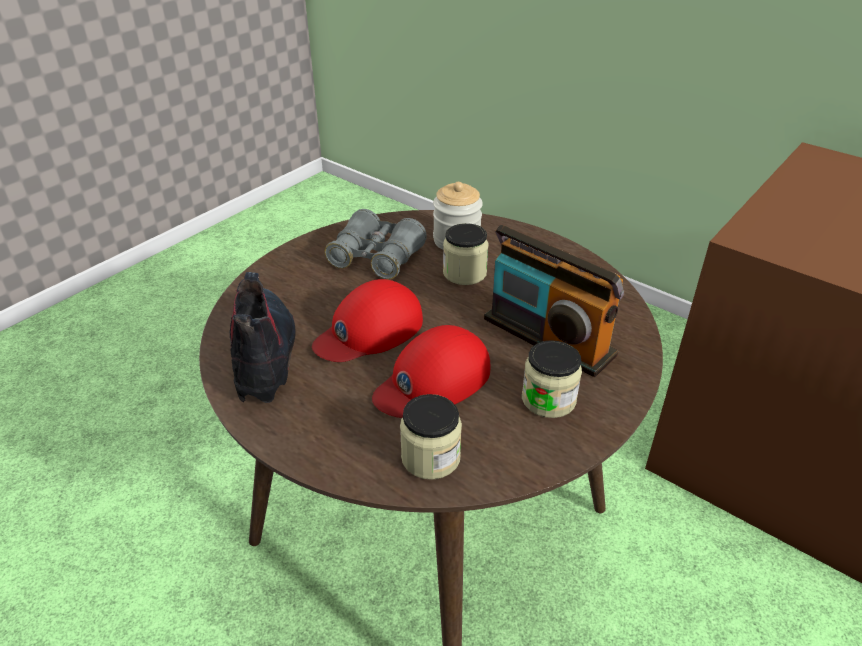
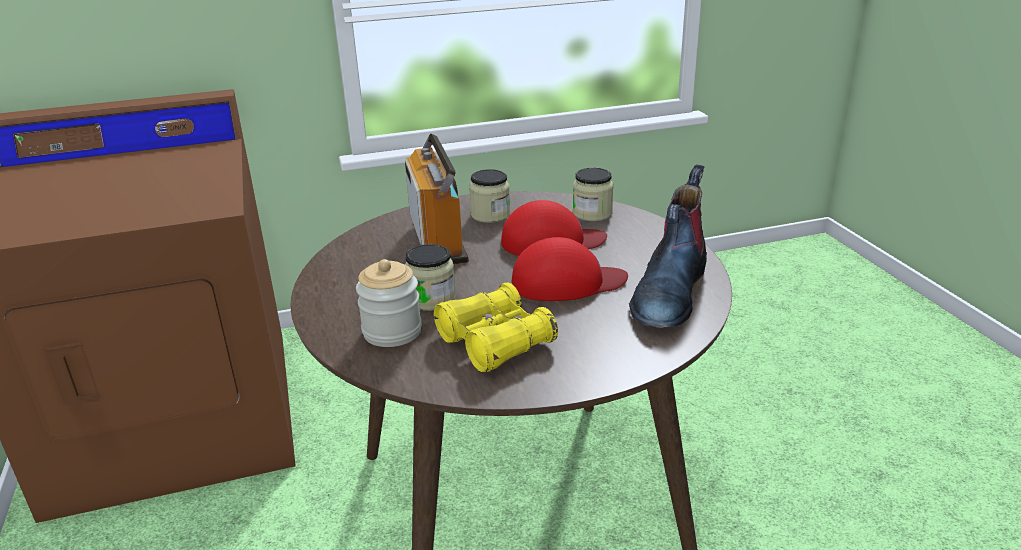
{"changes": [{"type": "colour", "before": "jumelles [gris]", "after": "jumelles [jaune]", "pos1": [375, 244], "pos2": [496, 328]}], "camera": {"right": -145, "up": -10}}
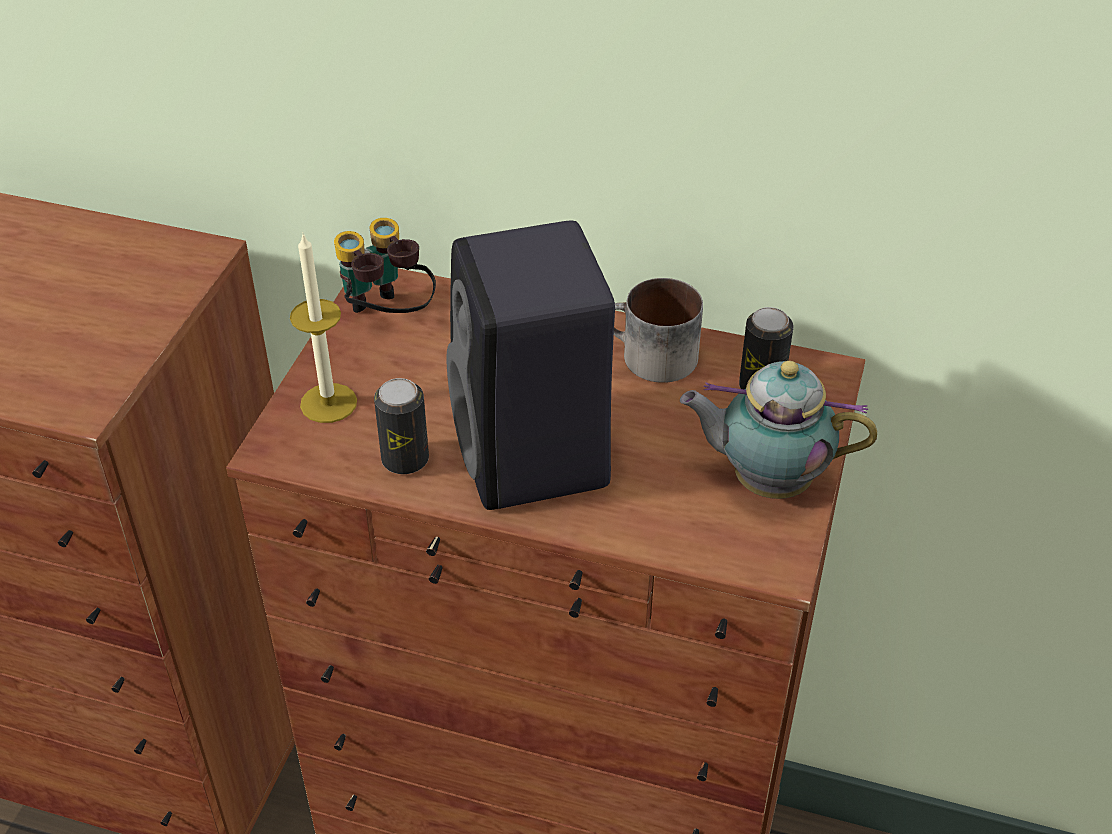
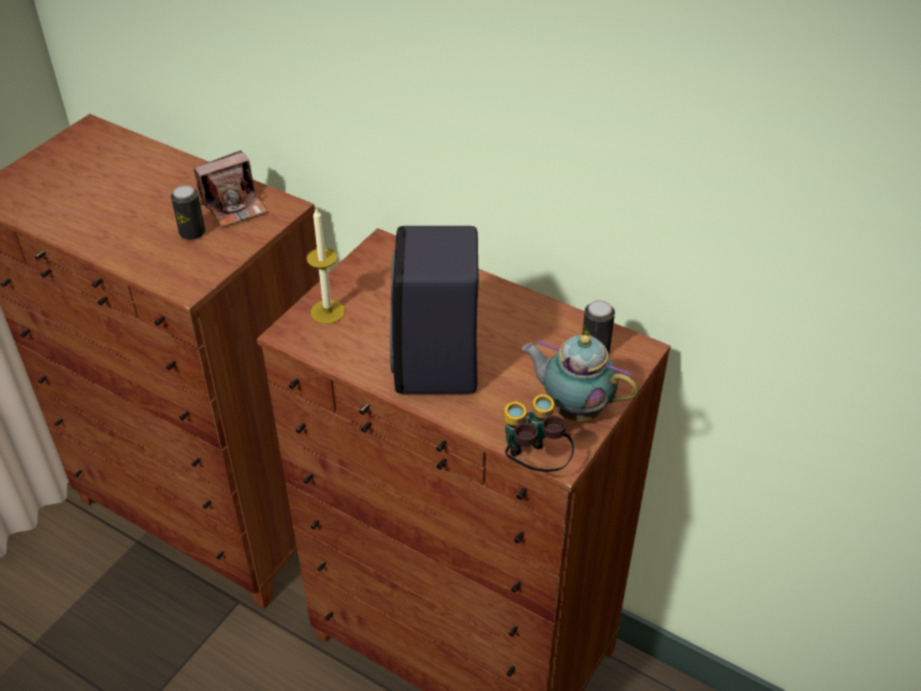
{"changes": [{"type": "relocated", "before": "jumelles", "pos1": [385, 265], "pos2": [540, 433]}, {"type": "missing", "before": "mug", "pos1": [658, 330]}, {"type": "relocated", "before": "boîte métallique", "pos1": [401, 426], "pos2": [188, 212]}, {"type": "appeared", "after": "appareil photo", "pos2": [231, 188]}], "camera": {"right": 15, "up": 0}}
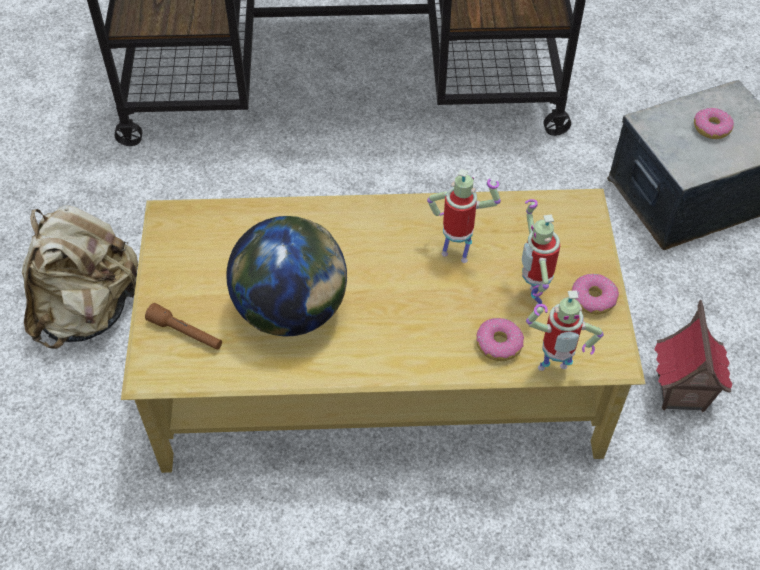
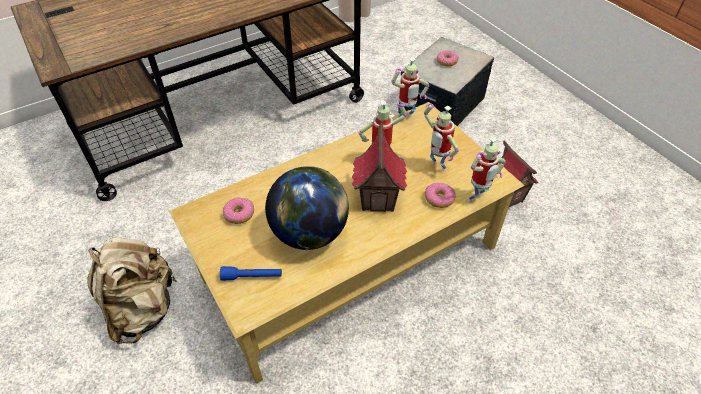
{"changes": [{"type": "relocated", "before": "beignet", "pos1": [595, 294], "pos2": [238, 210]}, {"type": "colour", "before": "lampe de poche [marron]", "after": "lampe de poche [bleu]", "pos1": [183, 326], "pos2": [251, 273]}, {"type": "appeared", "after": "robot jouet", "pos2": [410, 87]}, {"type": "appeared", "after": "maison miniature", "pos2": [379, 167]}], "camera": {"right": -30, "up": -5}}
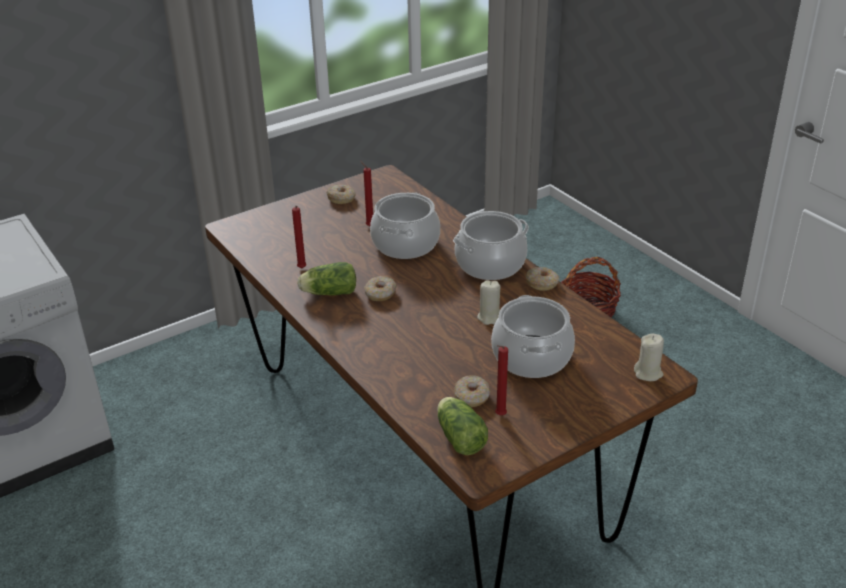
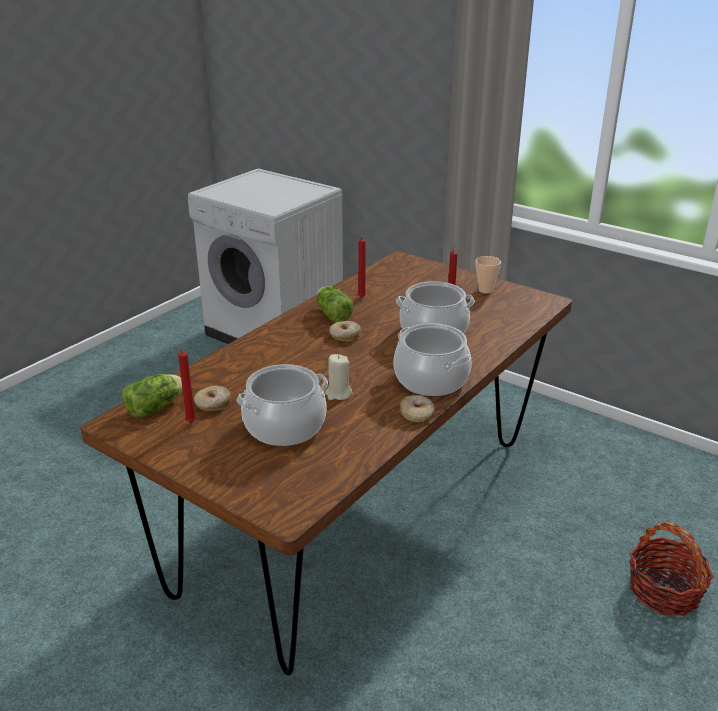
{"changes": [{"type": "exchanged", "before": "beignet", "after": "tasse", "pos1": [341, 194], "pos2": [488, 275]}, {"type": "missing", "before": "bougie [beige]", "pos1": [649, 357]}], "camera": {"right": 70, "up": -5}}
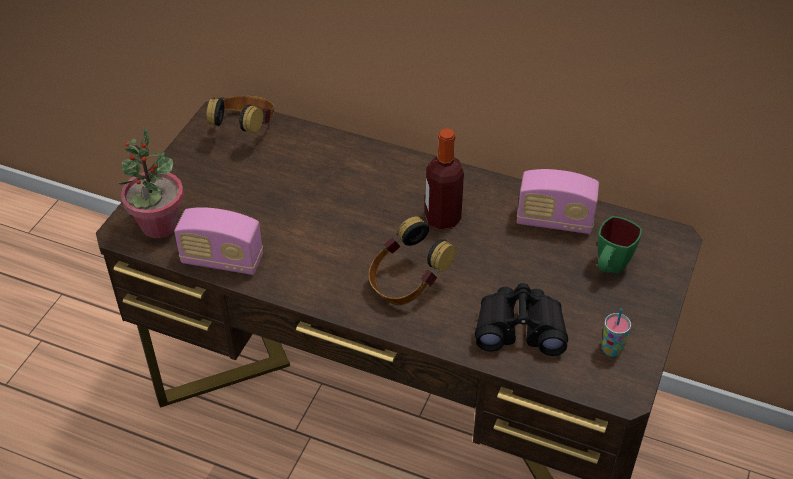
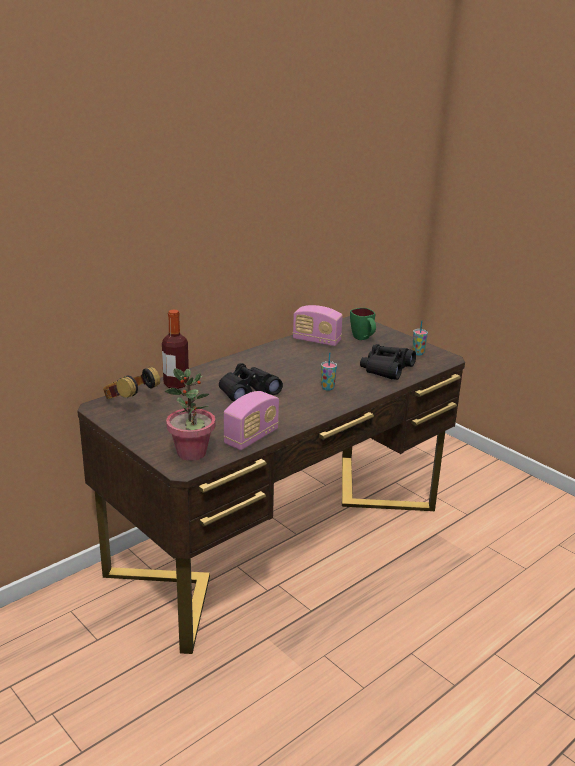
{"changes": [{"type": "relocated", "before": "bouteille", "pos1": [444, 179], "pos2": [175, 349]}, {"type": "spun", "before": "radio", "pos1": [558, 201], "pos2": [318, 325], "turn": 75}, {"type": "exchanged", "before": "casque audio", "after": "tasse", "pos1": [412, 260], "pos2": [329, 371]}, {"type": "appeared", "after": "jumelles [noir]", "pos2": [251, 382]}], "camera": {"right": -65, "up": -20}}
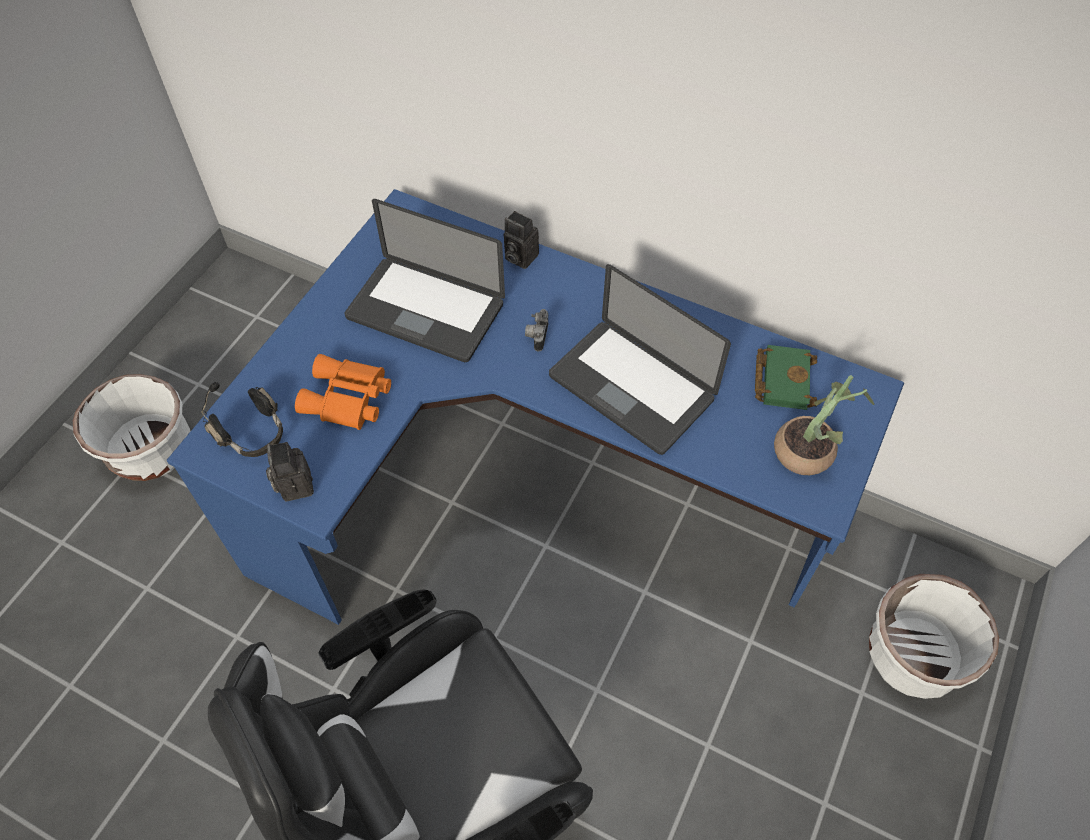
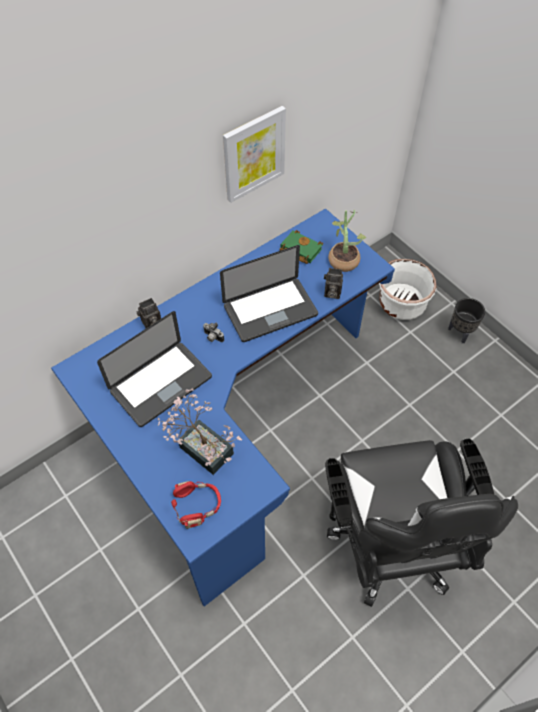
{"changes": [{"type": "exchanged", "before": "jumelles [orange]", "after": "plante en pot", "pos1": [343, 392], "pos2": [200, 432]}, {"type": "missing", "before": "cache-pot [blanc]", "pos1": [132, 427]}, {"type": "colour", "before": "casque audio [noir]", "after": "casque audio [rouge]", "pos1": [242, 419], "pos2": [196, 505]}, {"type": "relocated", "before": "appareil photo", "pos1": [290, 471], "pos2": [333, 283]}, {"type": "appeared", "after": "tableau", "pos2": [254, 154]}, {"type": "appeared", "after": "cache-pot [noir]", "pos2": [466, 320]}], "camera": {"right": -65, "up": 0}}
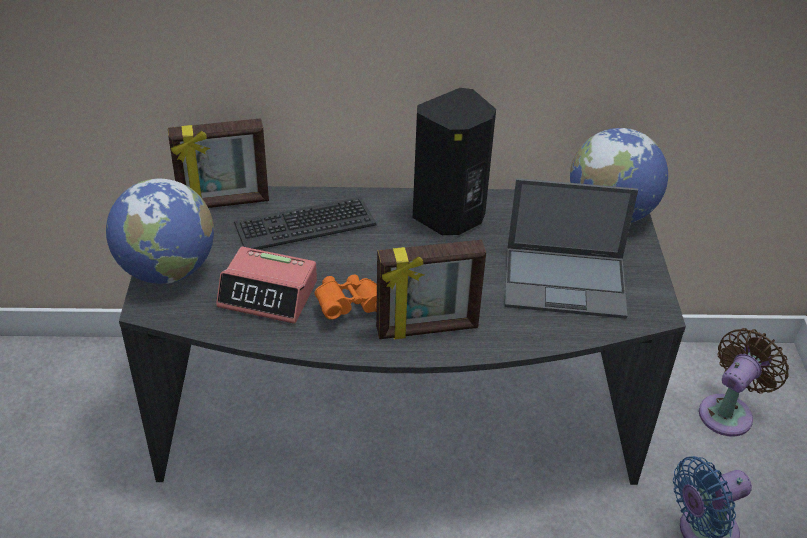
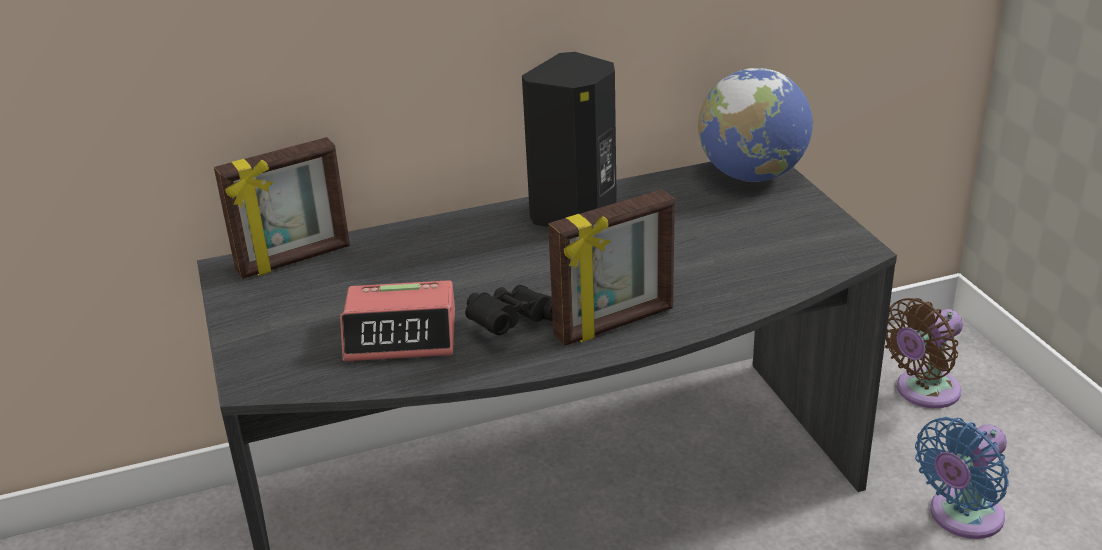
{"changes": [{"type": "missing", "before": "ordinateur portable", "pos1": [571, 248]}, {"type": "missing", "before": "globe", "pos1": [160, 231]}, {"type": "missing", "before": "clavier", "pos1": [305, 223]}, {"type": "colour", "before": "jumelles [orange]", "after": "jumelles [noir]", "pos1": [346, 297], "pos2": [509, 310]}, {"type": "spun", "before": "ventilateur [marron]", "pos1": [744, 382], "pos2": [924, 353], "turn": -150}], "camera": {"right": -15, "up": -10}}
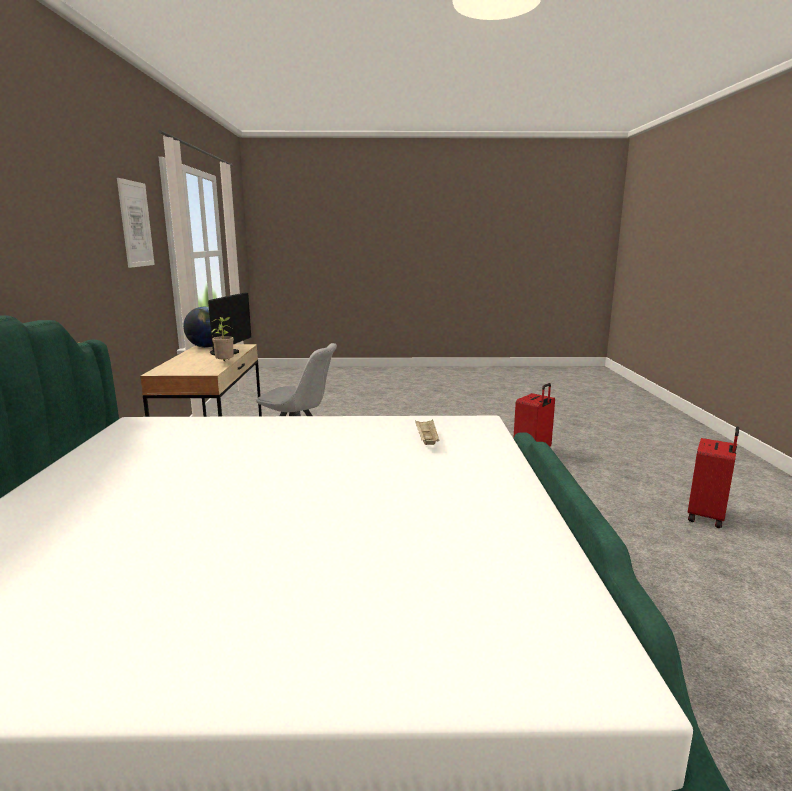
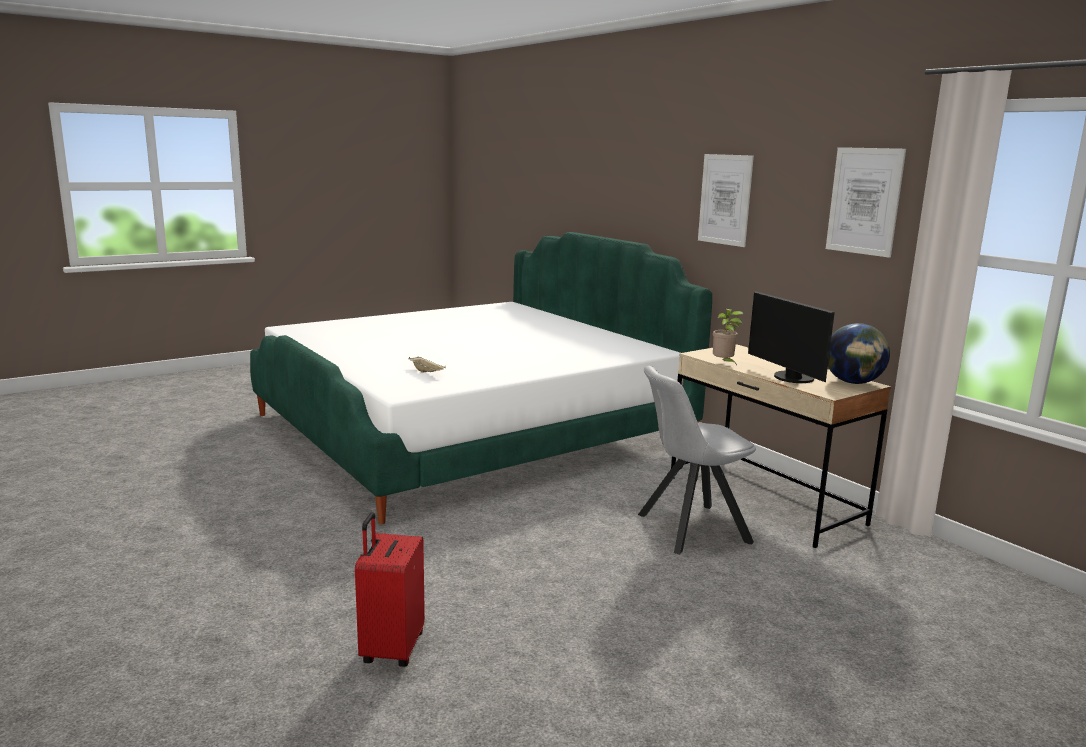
{"changes": [{"type": "missing", "before": "valise [rouge]", "pos1": [713, 477]}, {"type": "appeared", "after": "tableau", "pos2": [726, 200]}], "camera": {"right": 145, "up": 0}}
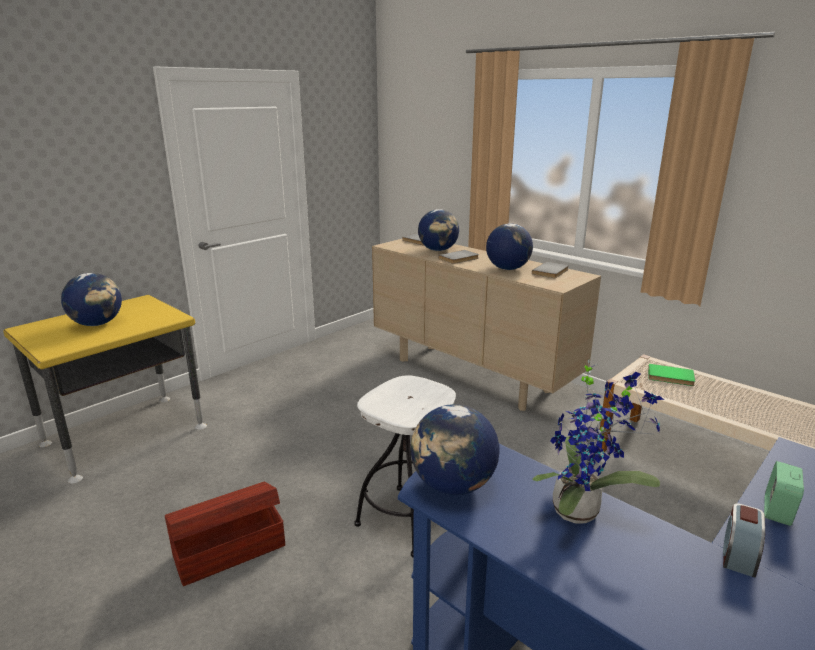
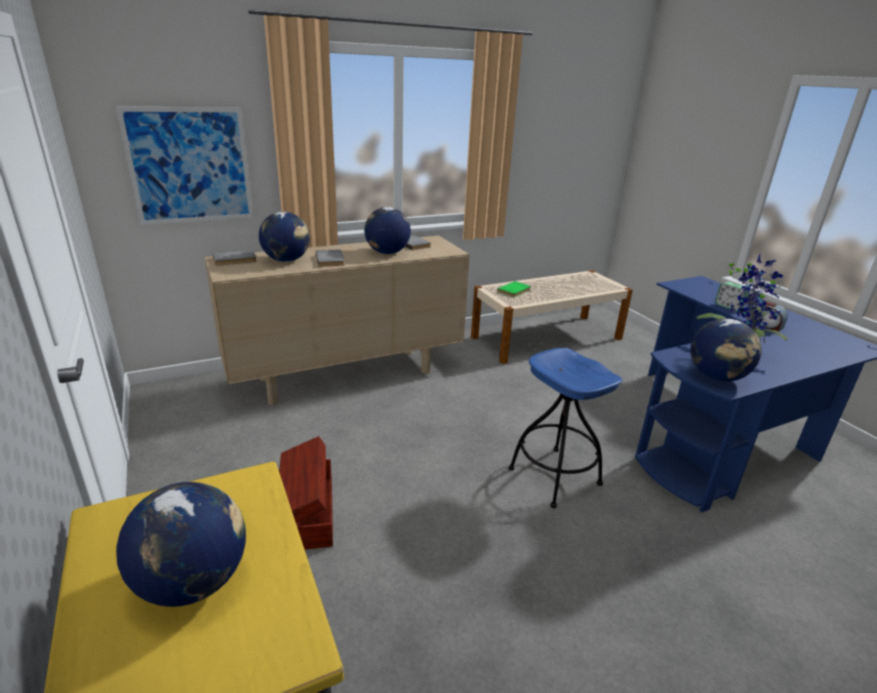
{"changes": [{"type": "colour", "before": "tabouret [blanc]", "after": "tabouret [bleu]", "pos1": [405, 466], "pos2": [565, 428]}, {"type": "relocated", "before": "boîte de rangement [marron]", "pos1": [225, 534], "pos2": [306, 493]}, {"type": "appeared", "after": "tableau", "pos2": [184, 165]}], "camera": {"right": -70, "up": 5}}
